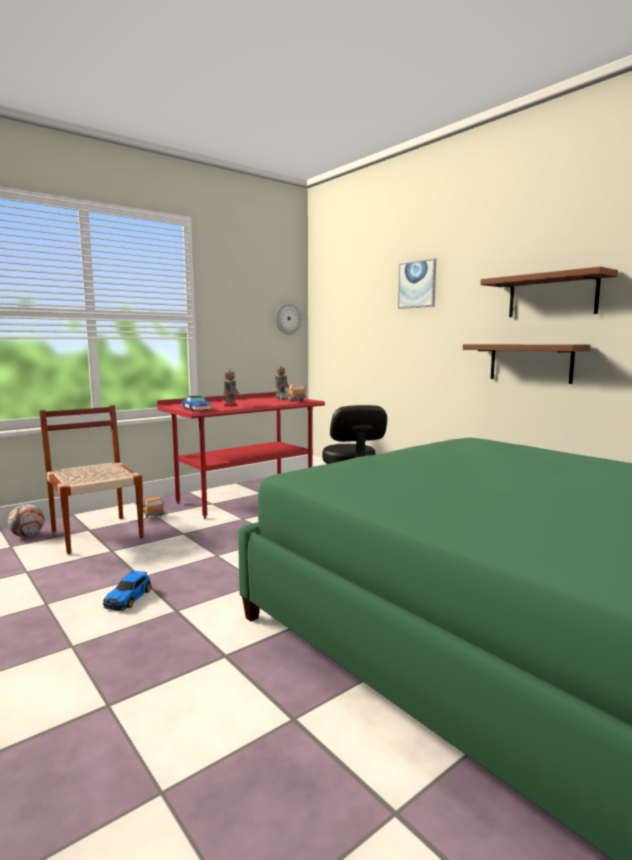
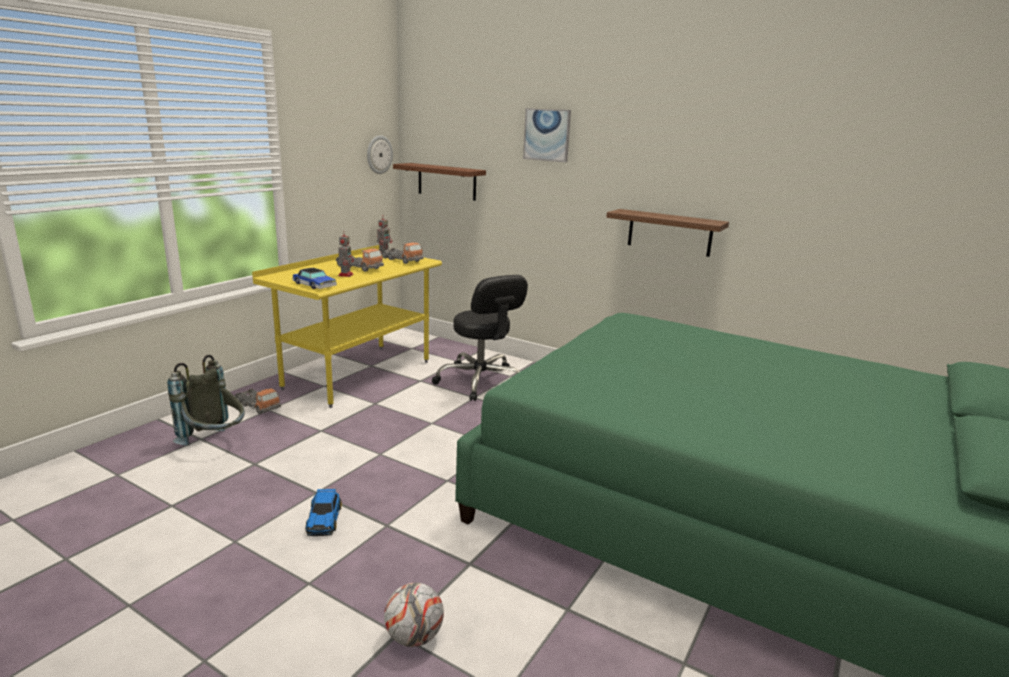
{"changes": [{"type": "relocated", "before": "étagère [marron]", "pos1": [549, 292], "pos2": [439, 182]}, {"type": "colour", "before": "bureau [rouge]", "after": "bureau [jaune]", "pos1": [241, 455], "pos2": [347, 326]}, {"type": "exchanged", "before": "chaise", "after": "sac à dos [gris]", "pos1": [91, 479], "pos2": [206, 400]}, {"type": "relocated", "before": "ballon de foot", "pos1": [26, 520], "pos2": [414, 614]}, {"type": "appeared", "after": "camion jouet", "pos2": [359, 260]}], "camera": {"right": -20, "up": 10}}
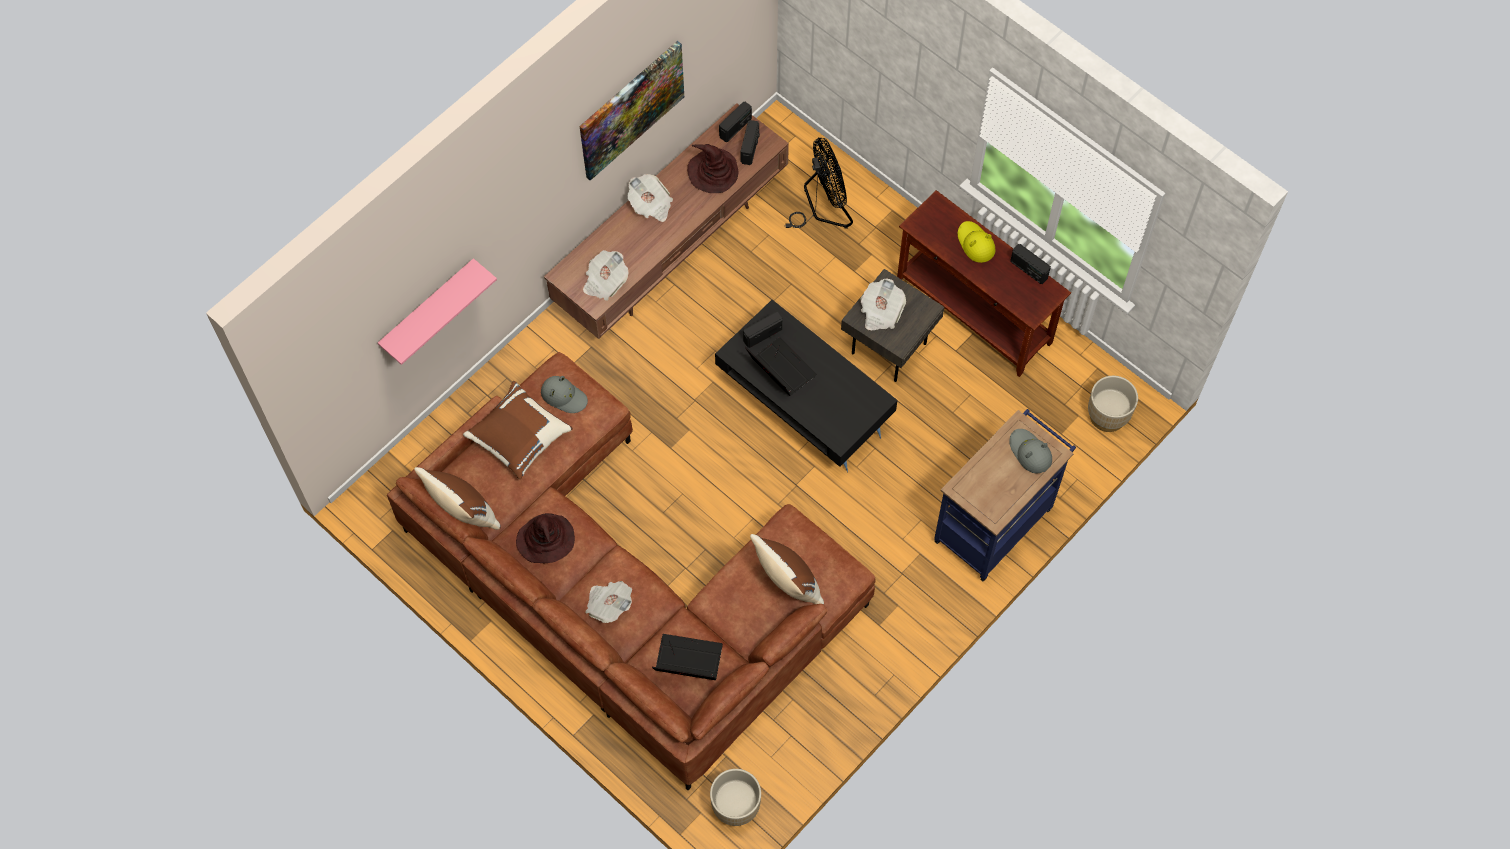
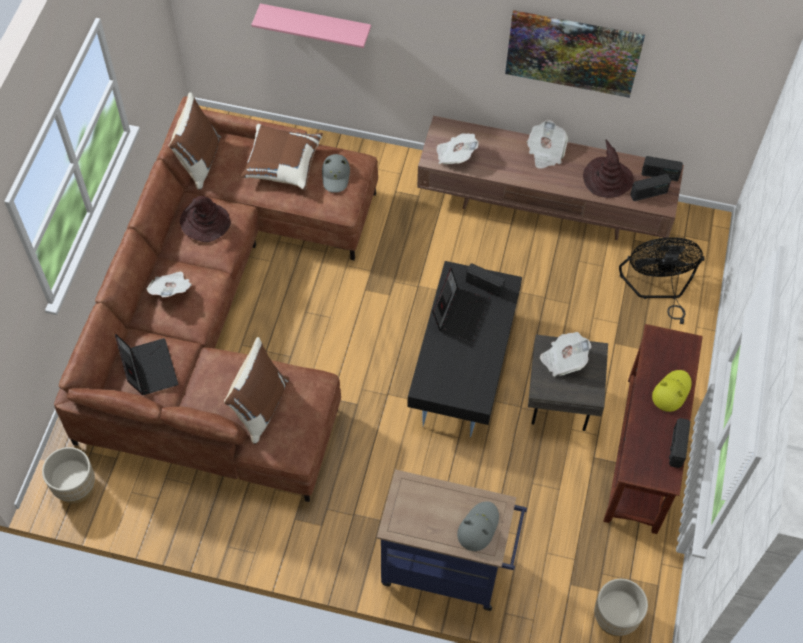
{"changes": [{"type": "spun", "before": "ventilateur [noir]", "pos1": [818, 183], "pos2": [662, 280], "turn": -135}], "camera": {"right": 60, "up": -5}}
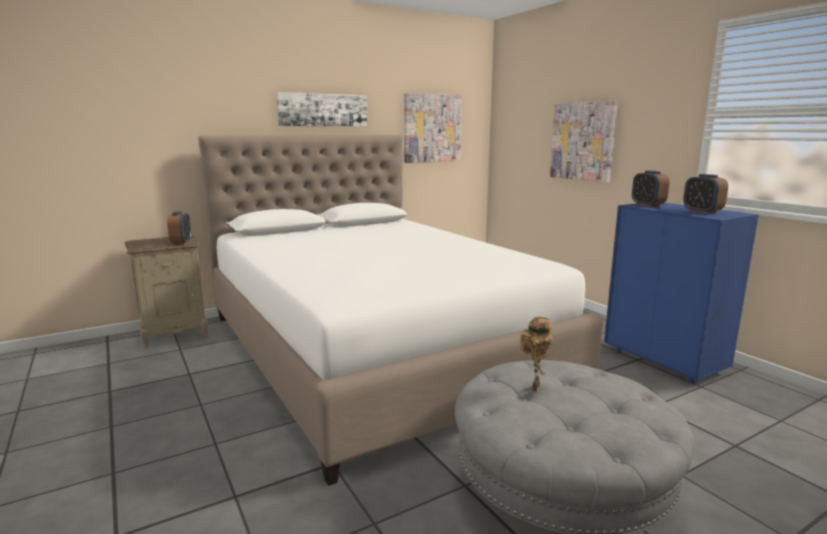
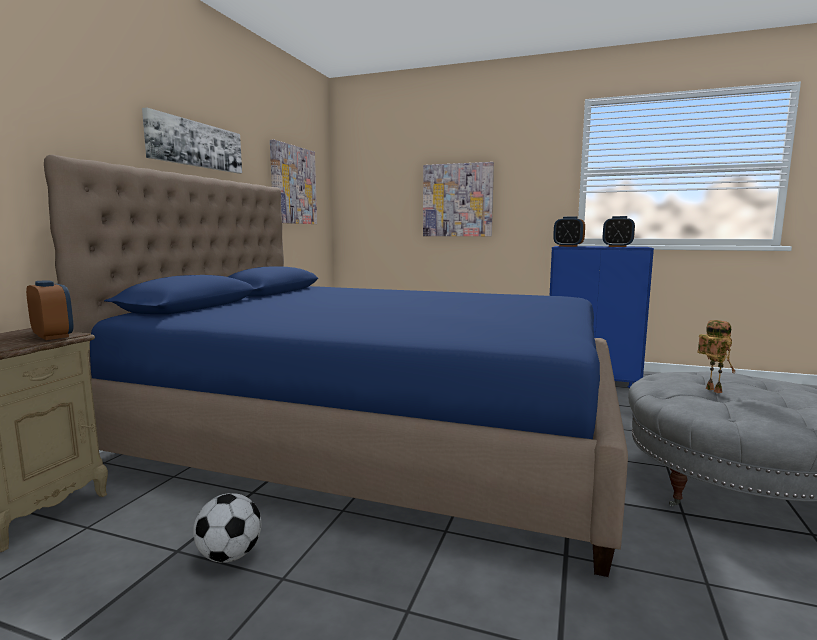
{"changes": [{"type": "colour", "before": "lit [blanc]", "after": "lit [bleu]", "pos1": [400, 310], "pos2": [336, 366]}, {"type": "appeared", "after": "ballon de foot", "pos2": [227, 527]}], "camera": {"right": -40, "up": -5}}
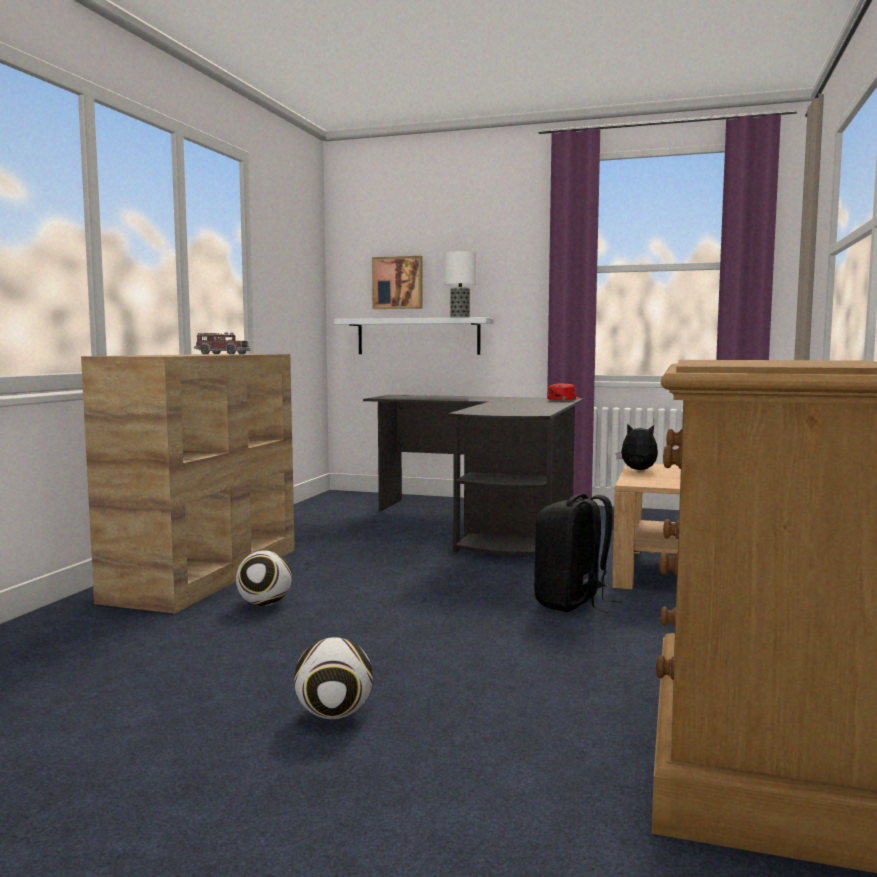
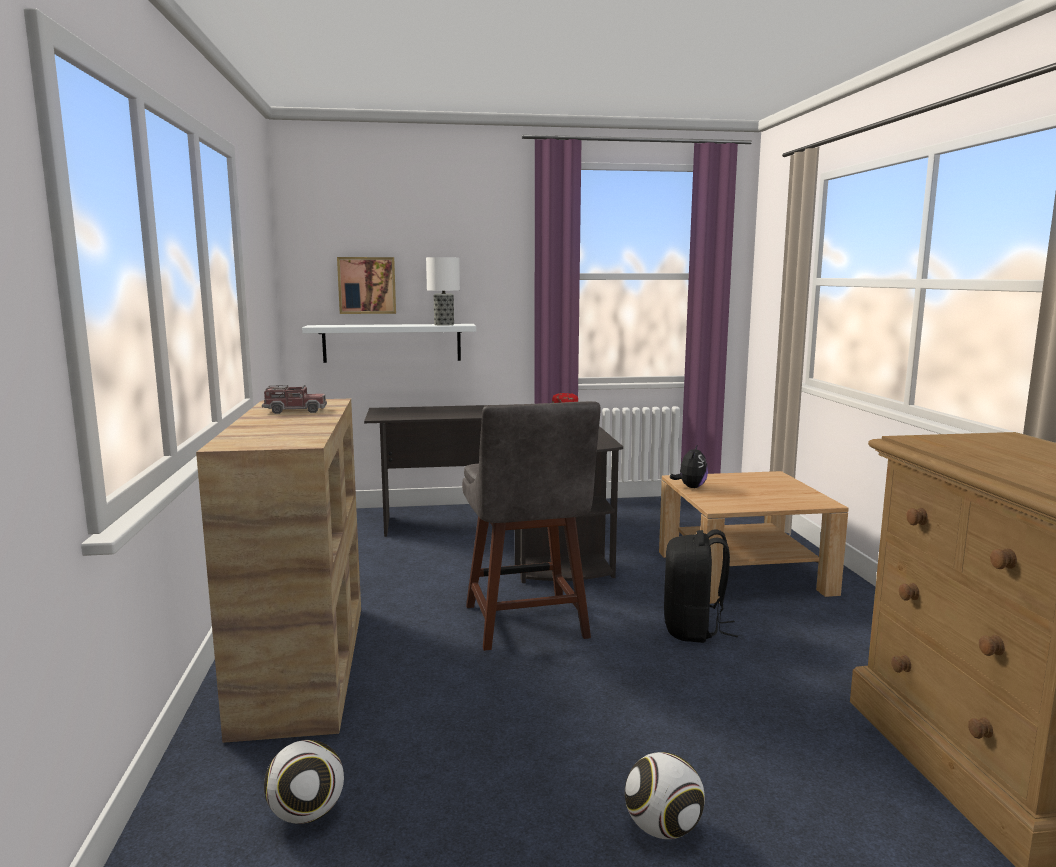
{"changes": [{"type": "spun", "before": "peluche", "pos1": [637, 447], "pos2": [689, 466], "turn": 105}, {"type": "relocated", "before": "ballon de foot", "pos1": [264, 578], "pos2": [304, 782]}, {"type": "appeared", "after": "tabouret [gris]", "pos2": [531, 526]}], "camera": {"right": -25, "up": 5}}
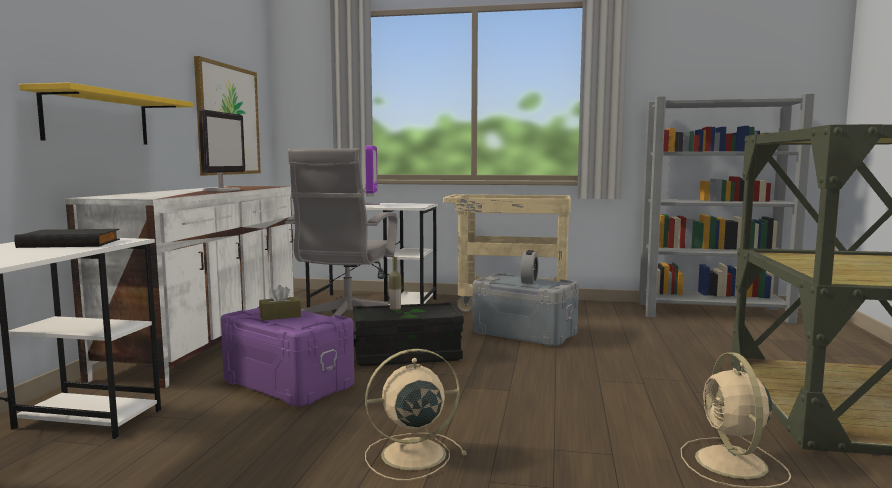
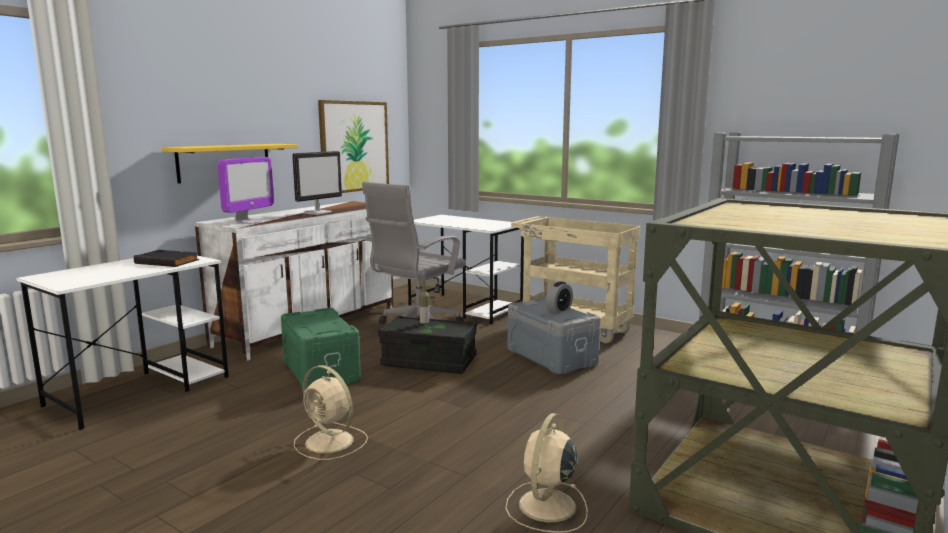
{"changes": [{"type": "relocated", "before": "écran d'ordinateur", "pos1": [371, 175], "pos2": [246, 190]}, {"type": "missing", "before": "boîte à mouchoirs [marron]", "pos1": [280, 302]}, {"type": "colour", "before": "boîte de rangement [violet]", "after": "boîte de rangement [vert]", "pos1": [287, 356], "pos2": [321, 348]}, {"type": "spun", "before": "ventilateur [beige]", "pos1": [416, 415], "pos2": [331, 412], "turn": -150}], "camera": {"right": 25, "up": 5}}
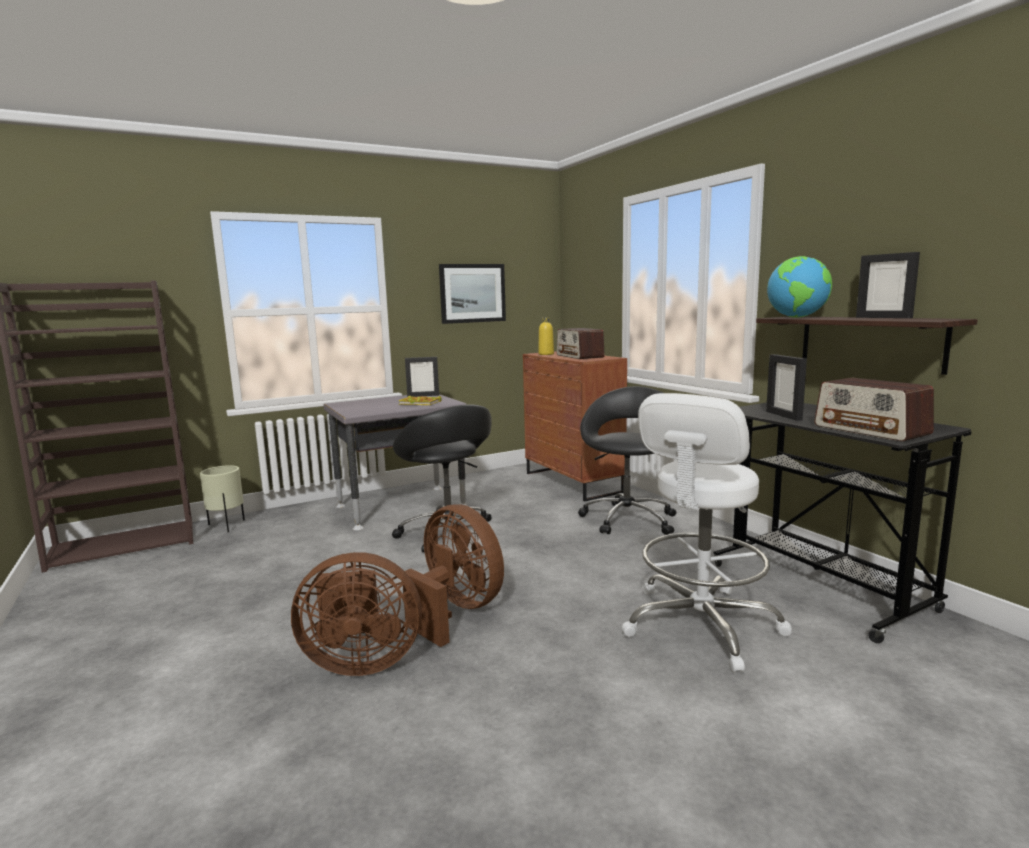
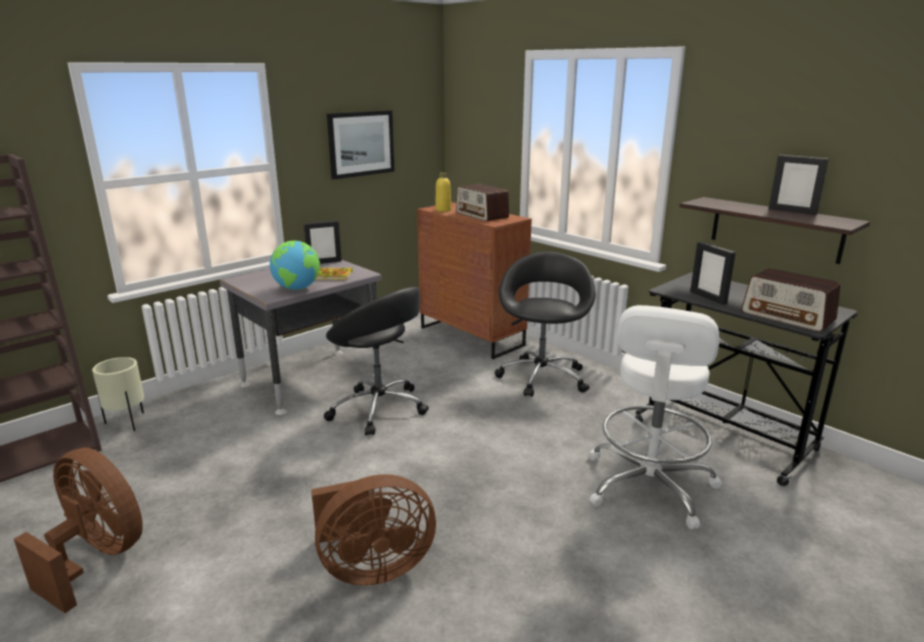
{"changes": [{"type": "relocated", "before": "globe", "pos1": [799, 287], "pos2": [295, 265]}, {"type": "relocated", "before": "ventilateur [marron]", "pos1": [453, 575], "pos2": [78, 530]}], "camera": {"right": -15, "up": 10}}
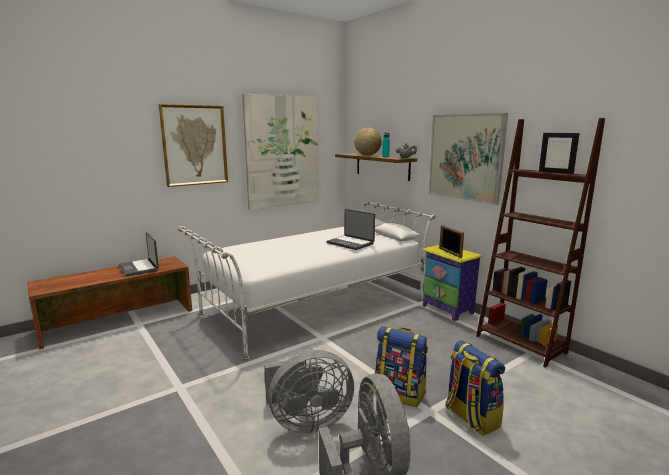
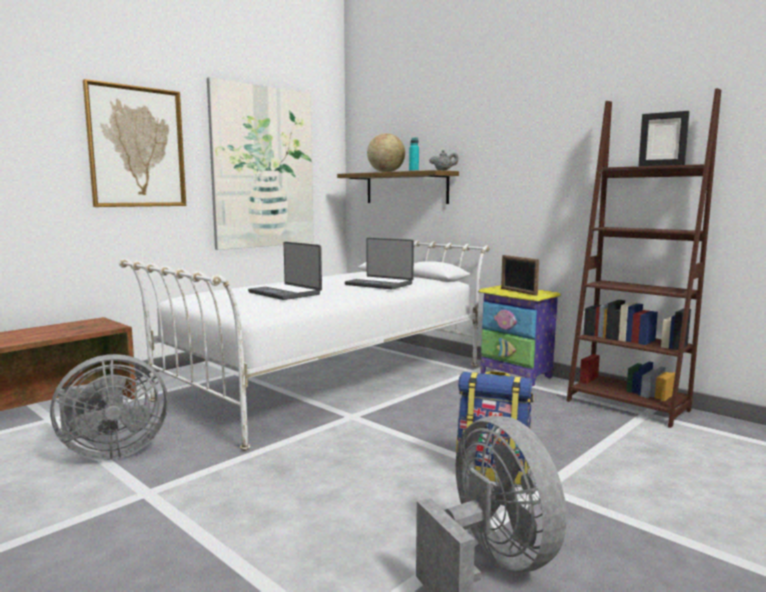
{"changes": [{"type": "missing", "before": "tableau", "pos1": [468, 159]}, {"type": "relocated", "before": "ordinateur portable", "pos1": [139, 254], "pos2": [285, 271]}, {"type": "missing", "before": "sac à dos", "pos1": [475, 388]}, {"type": "relocated", "before": "ventilateur [gris]", "pos1": [309, 392], "pos2": [109, 407]}], "camera": {"right": -10, "up": -5}}
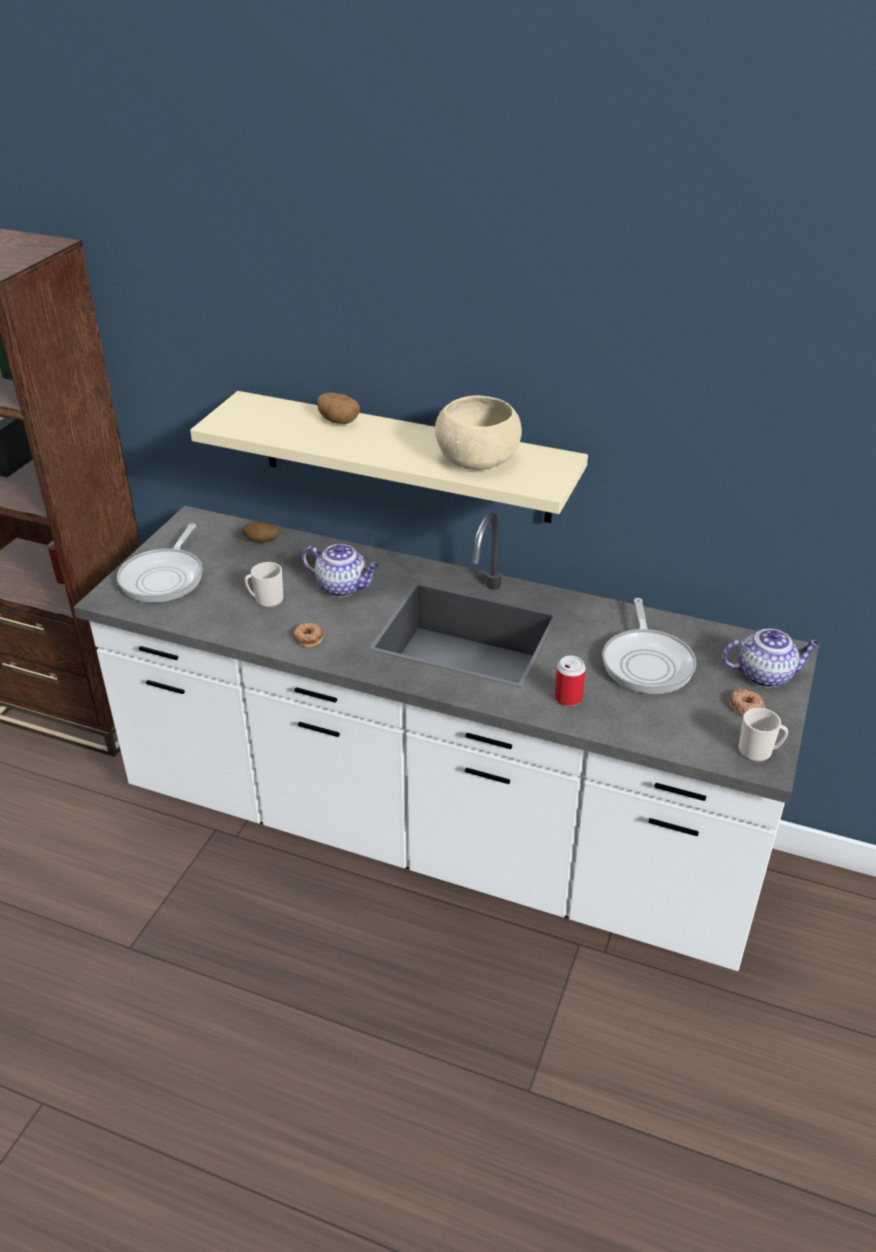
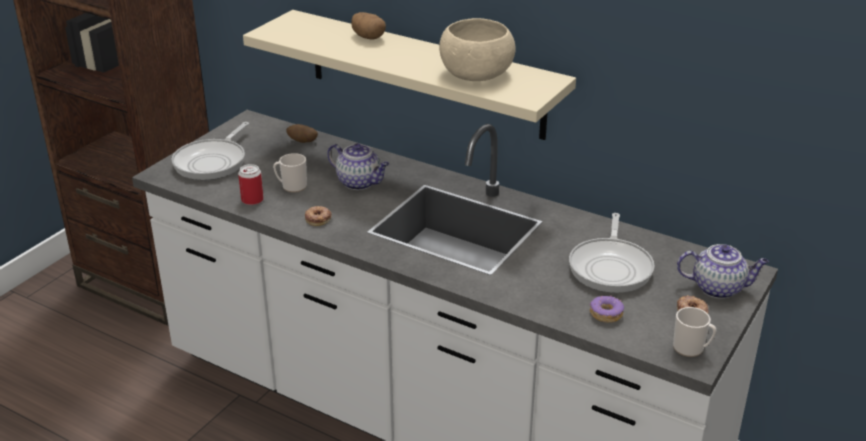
{"changes": [{"type": "relocated", "before": "boîte métallique", "pos1": [570, 681], "pos2": [251, 184]}, {"type": "appeared", "after": "beignet", "pos2": [607, 309]}], "camera": {"right": 10, "up": -5}}
